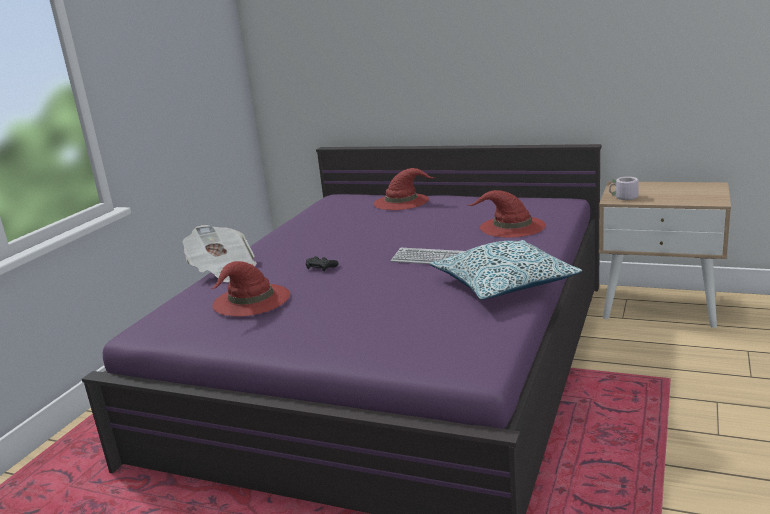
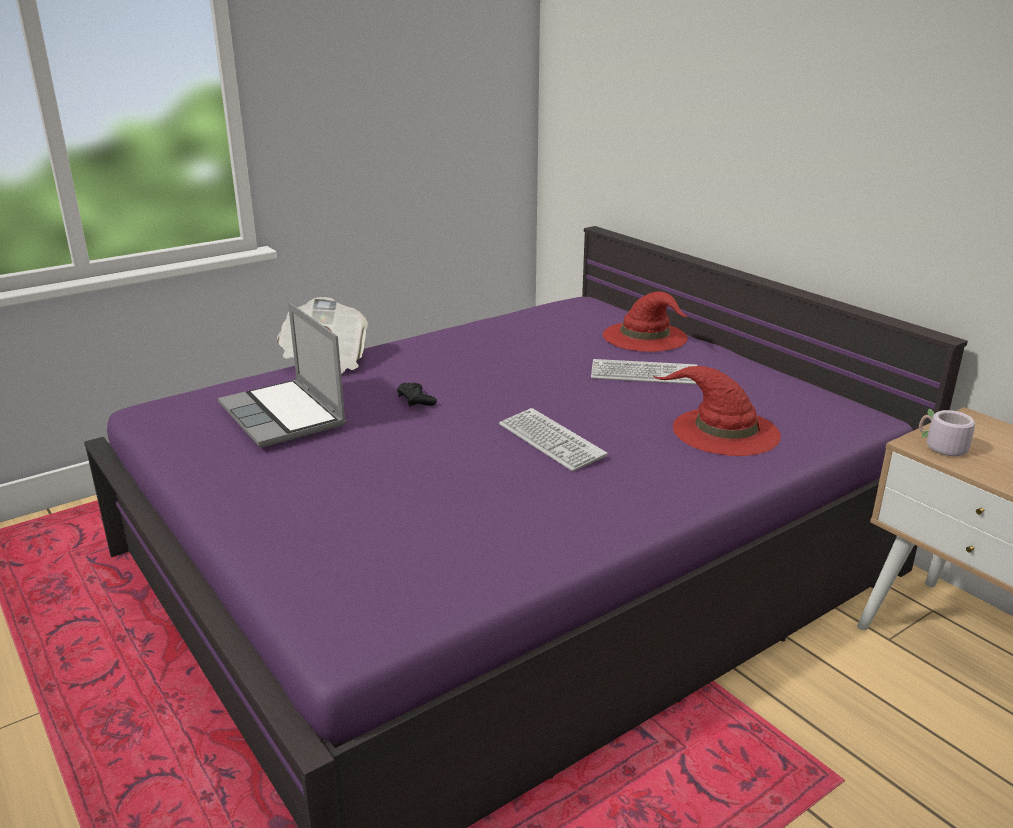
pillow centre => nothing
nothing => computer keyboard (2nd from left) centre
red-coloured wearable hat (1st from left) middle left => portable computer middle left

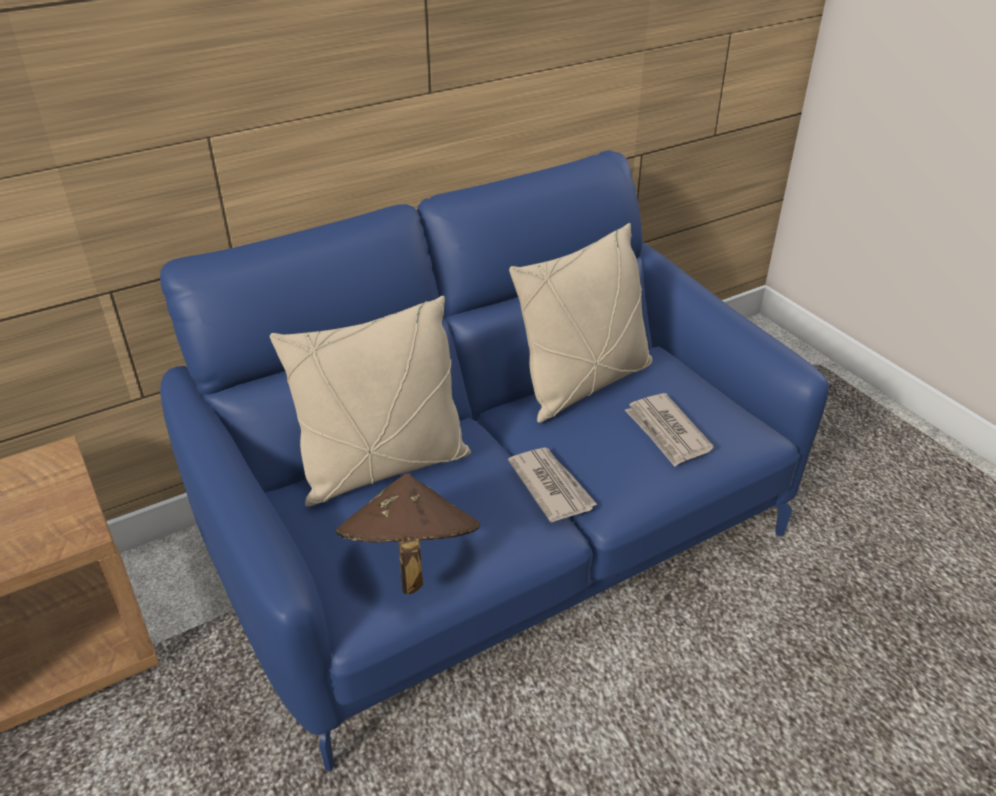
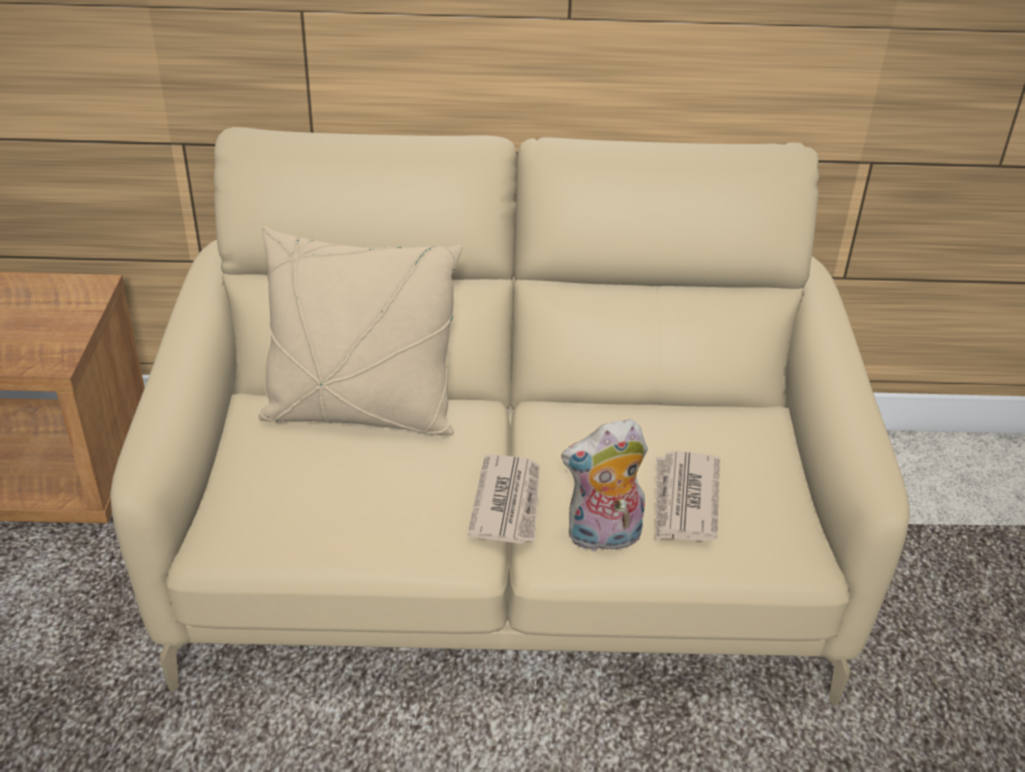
brown-coloured wearable hat bottom centre => nothing
beige-coloured pillow (2nd from left) centre => nothing
nothing => soft toy centre
blue-coloured couch centre => beige-coloured couch centre

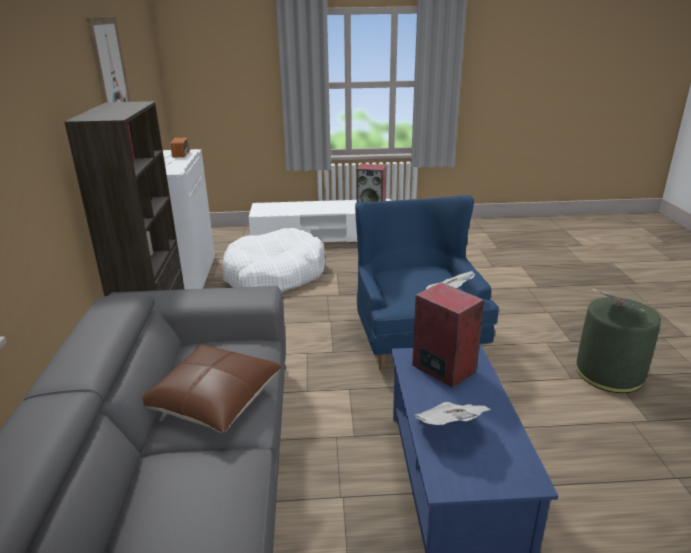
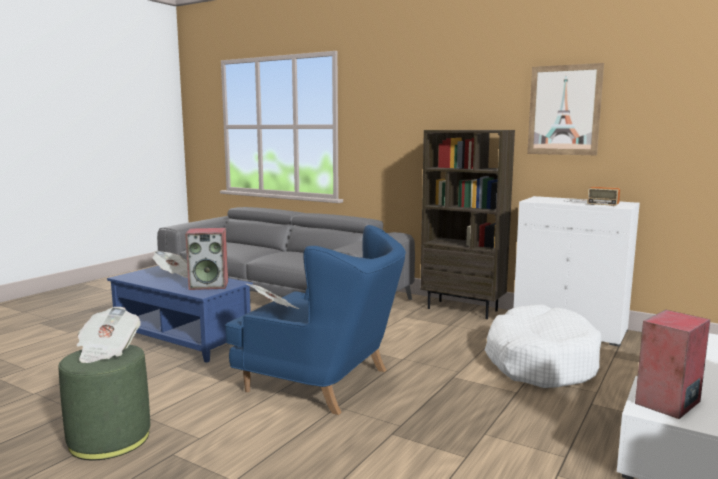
brown-coloured pillow bottom left => nothing

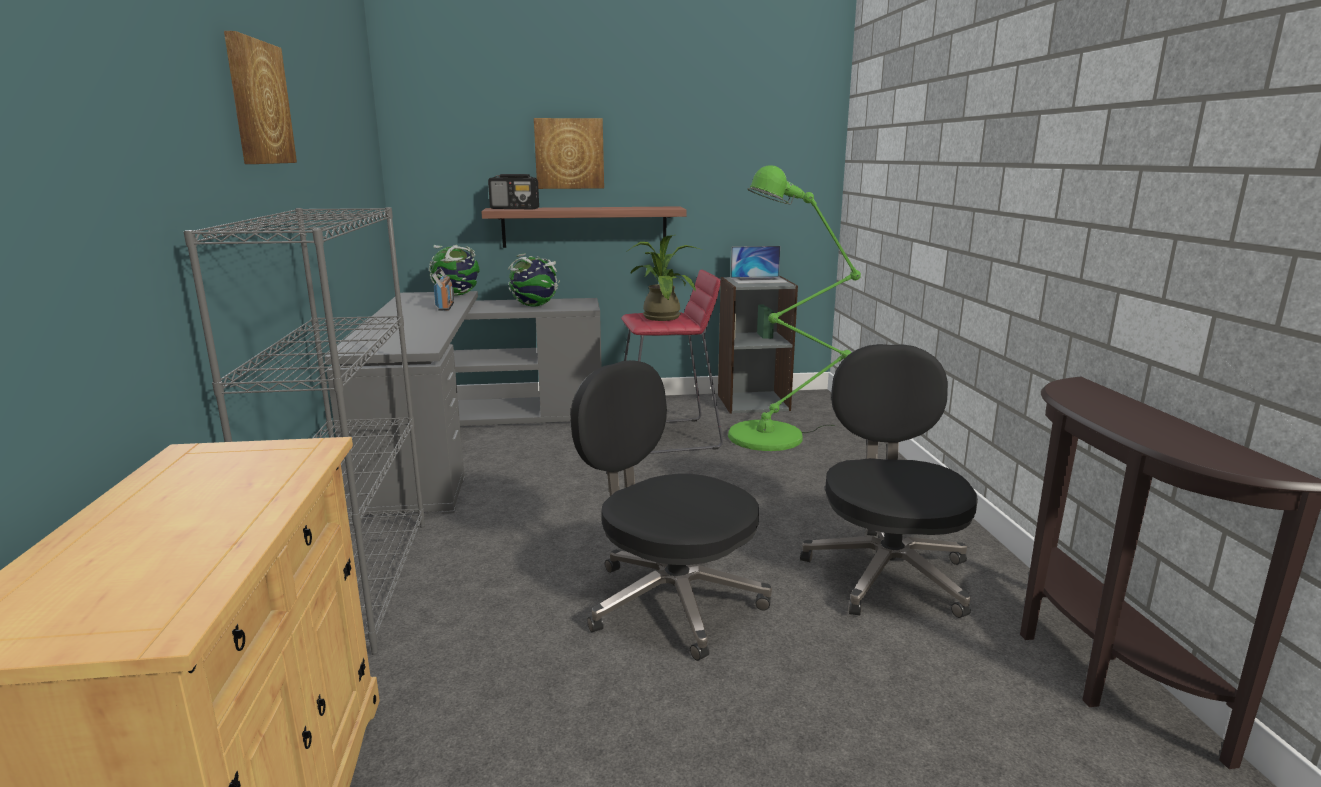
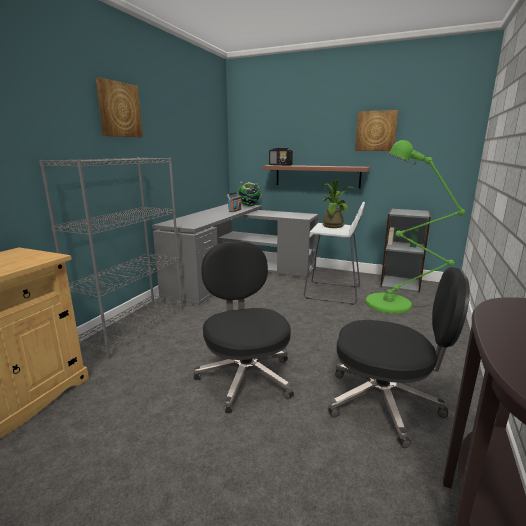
desk globe (2nd from left) centre => nothing
portable computer centre => nothing
wall art (2nd from left) top centre => wall art (2nd from left) top right, moved
red-coloured stool seat centre => white-coloured stool seat centre
black-coloured desk chair (2nd from left) middle right => black-coloured desk chair (2nd from left) bottom right, 75 degrees clockwise

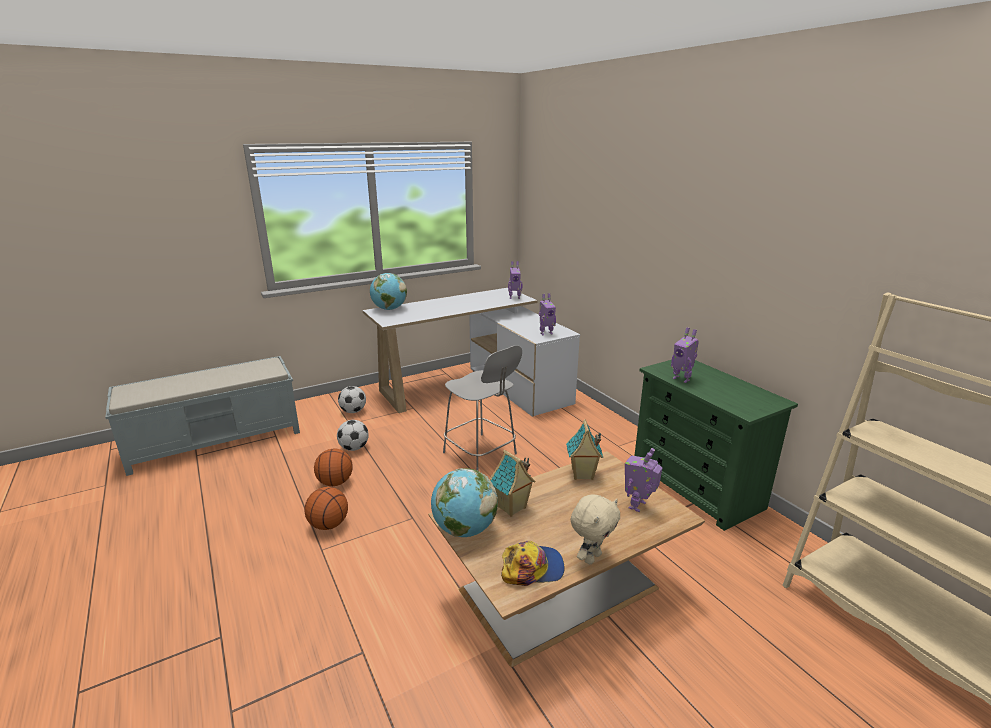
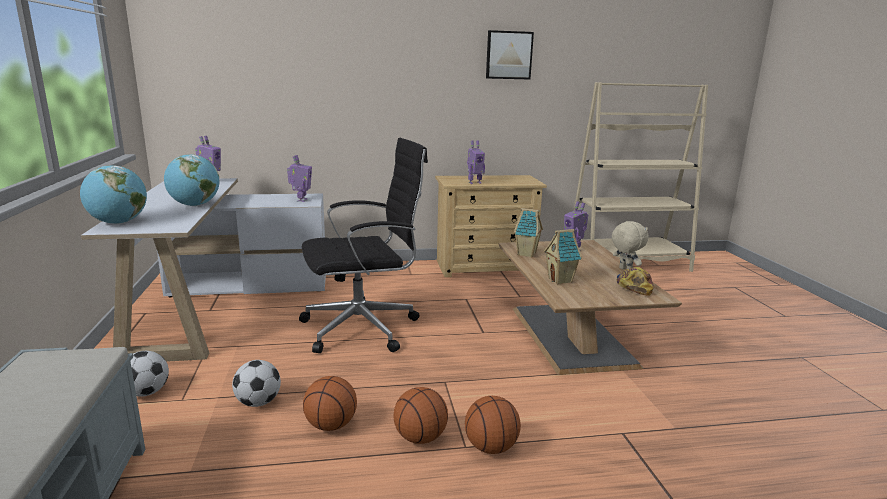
nothing => ball for basketball (3rd from left) bottom centre
nothing => wall art top centre
desk globe (2nd from left) bottom centre => desk globe (2nd from left) middle left, moved
gray stool seat centre => black-coloured desk chair centre
green dresser middle right => beige-coloured dresser centre

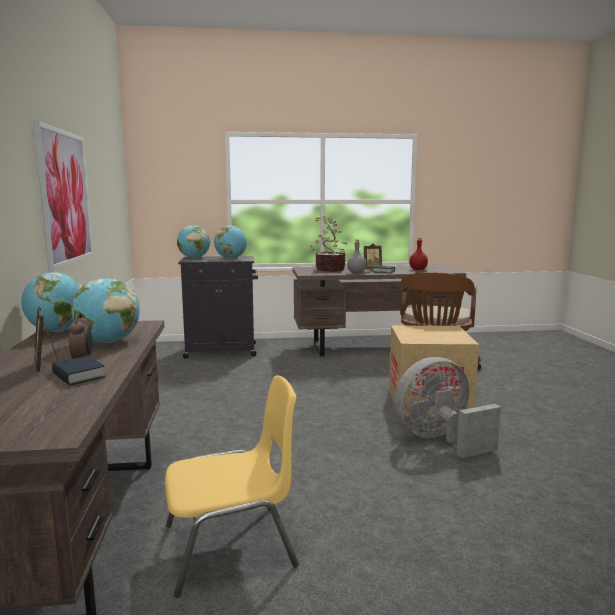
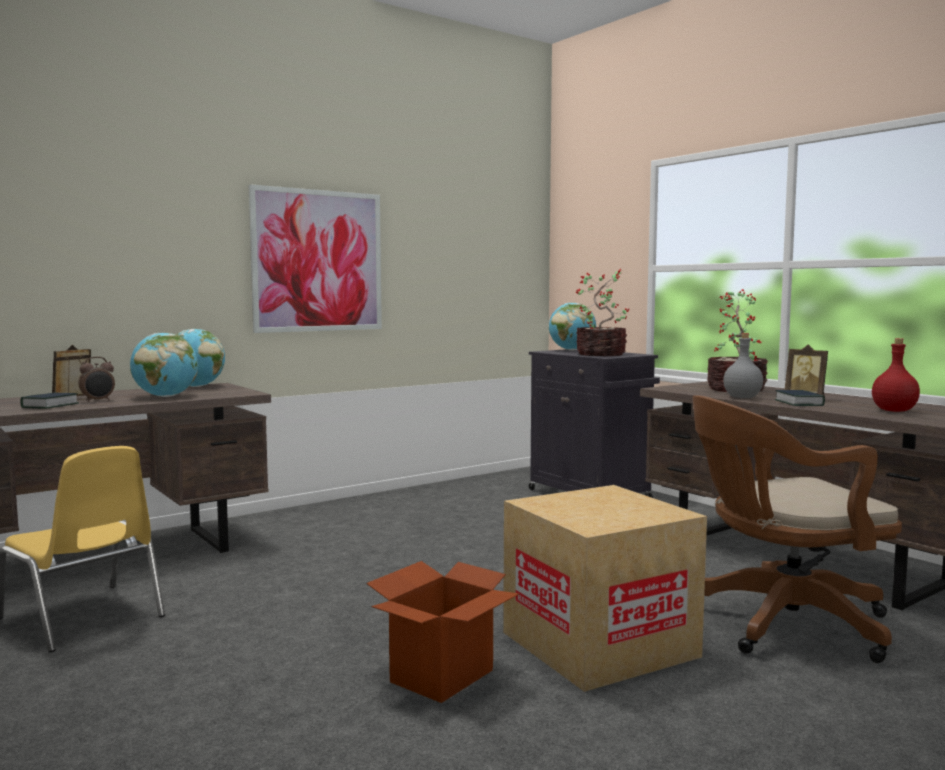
desk globe (4th from left) centre => plant in a pot (1st from left) centre
gray fan middle right => carton (1st from left) bottom centre

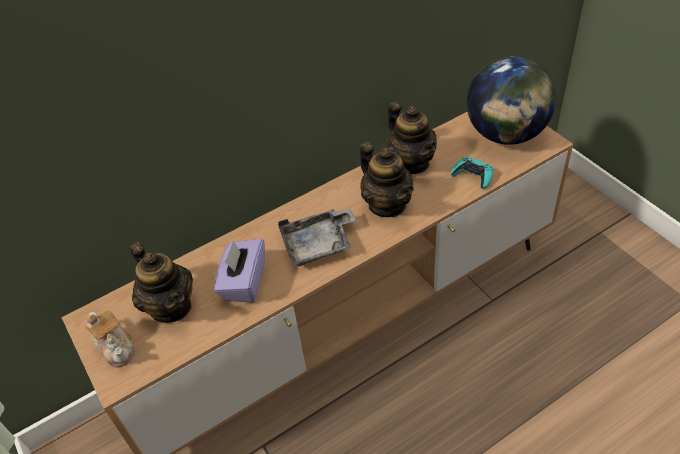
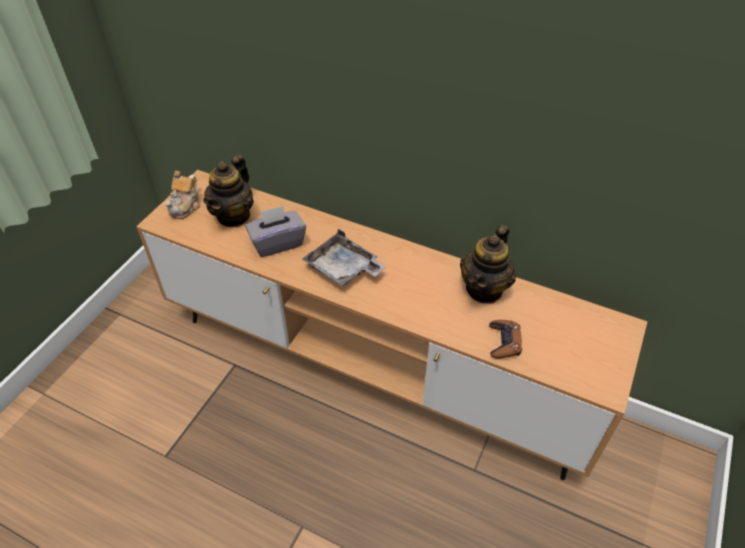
pot for tea (3rd from left) centre => nothing
desk globe top right => nothing
purple tissue box centre => gray tissue box centre
turquoise-coloured game controller middle right => brown-coloured game controller middle right

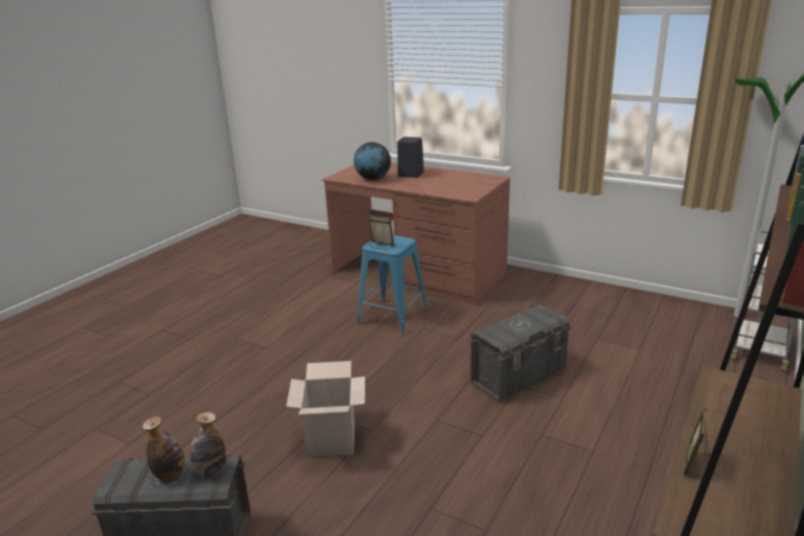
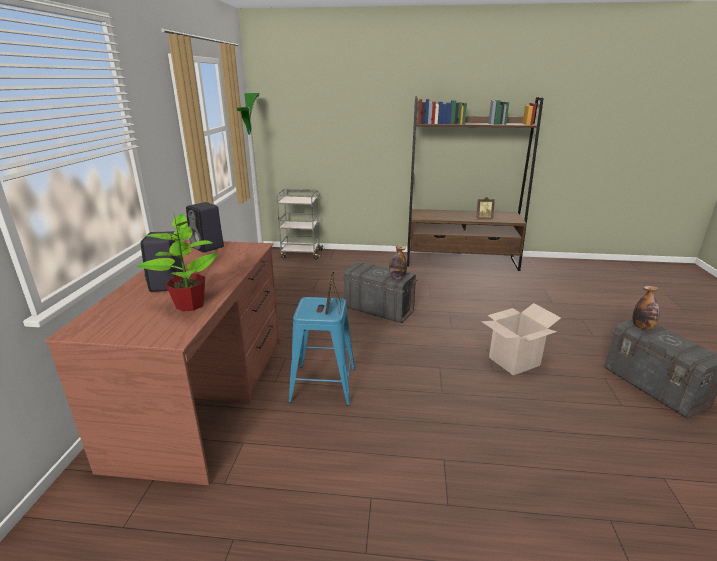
nothing => black-coloured speaker (2nd from left) middle left
beverage bottle (1st from left) bottom left => beverage bottle (1st from left) centre, moved
desk globe top centre => plant in a pot middle left

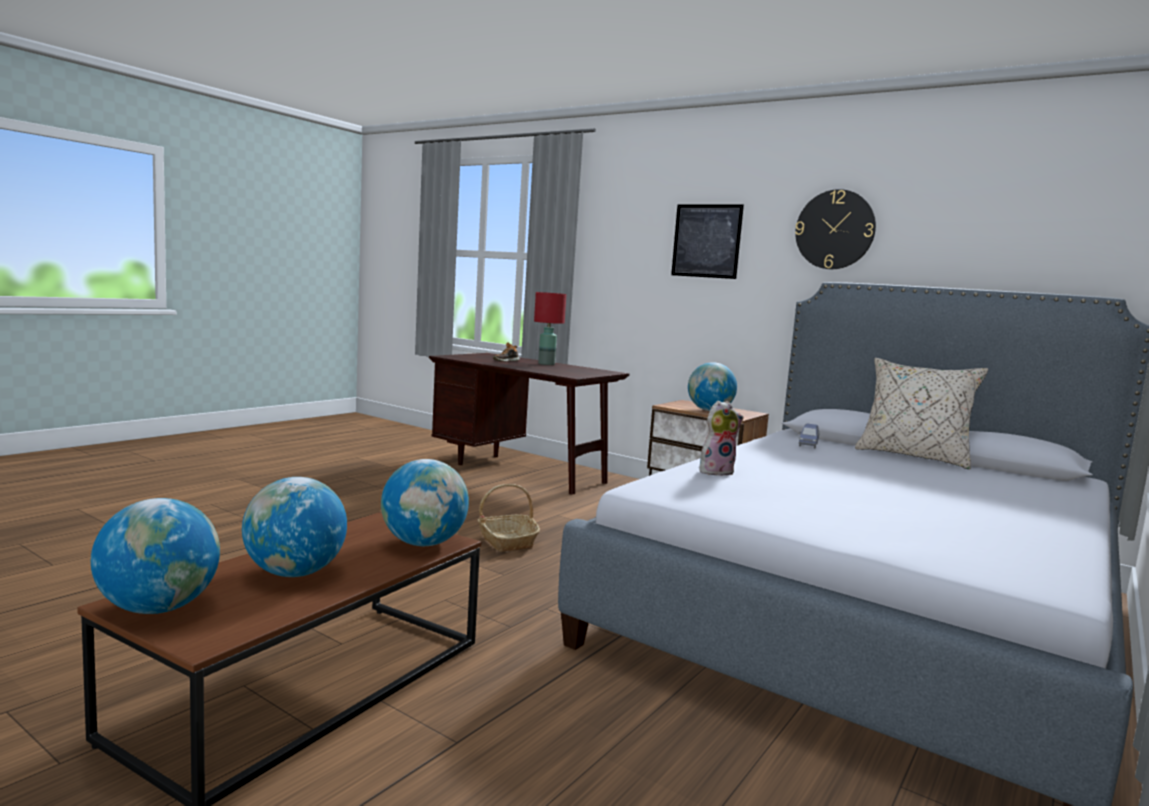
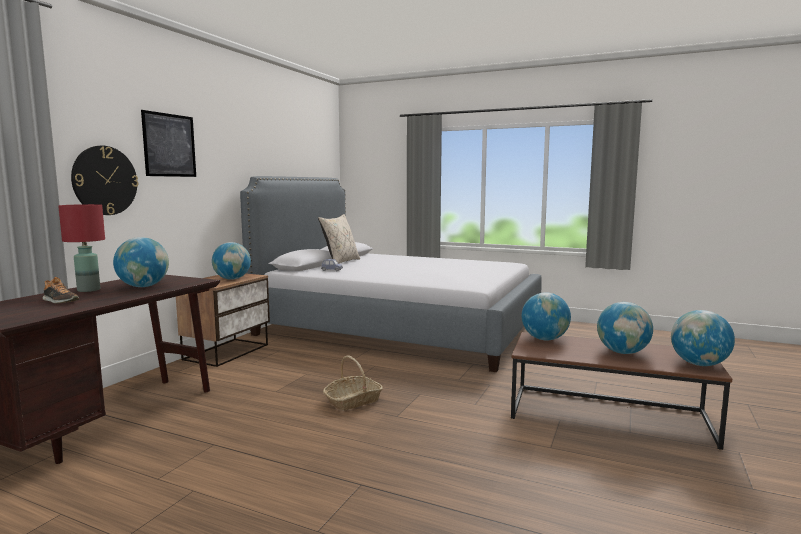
soft toy centre => nothing
nothing => desk globe (1st from left) middle left
hanging clock top right => hanging clock middle left, moved

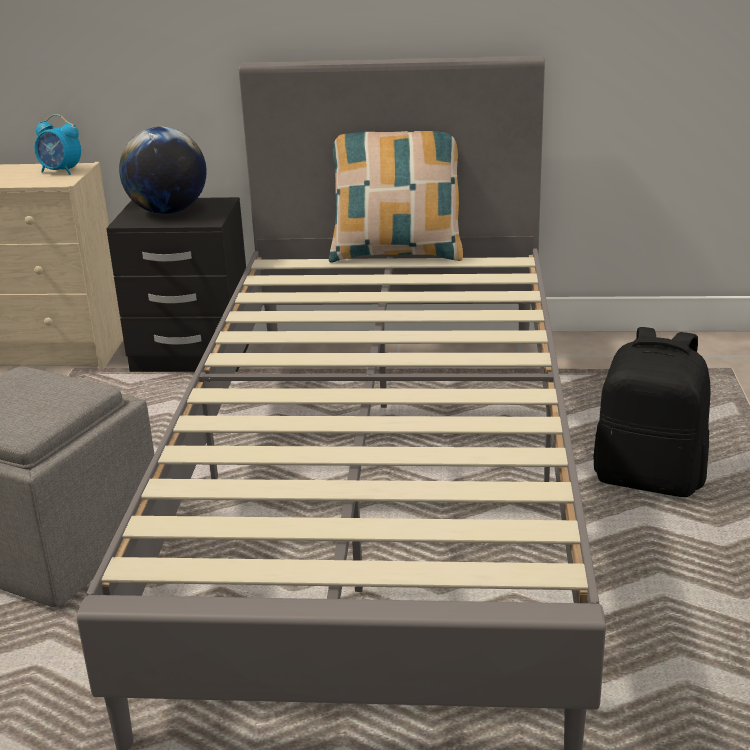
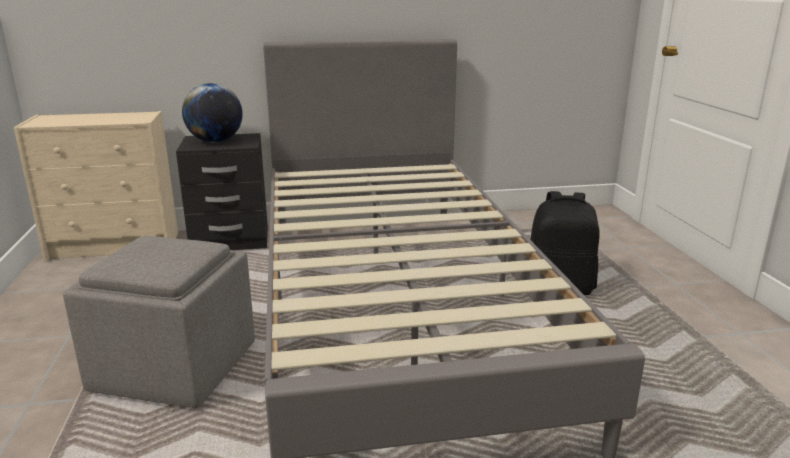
table clock top left => nothing
pillow top centre => nothing

